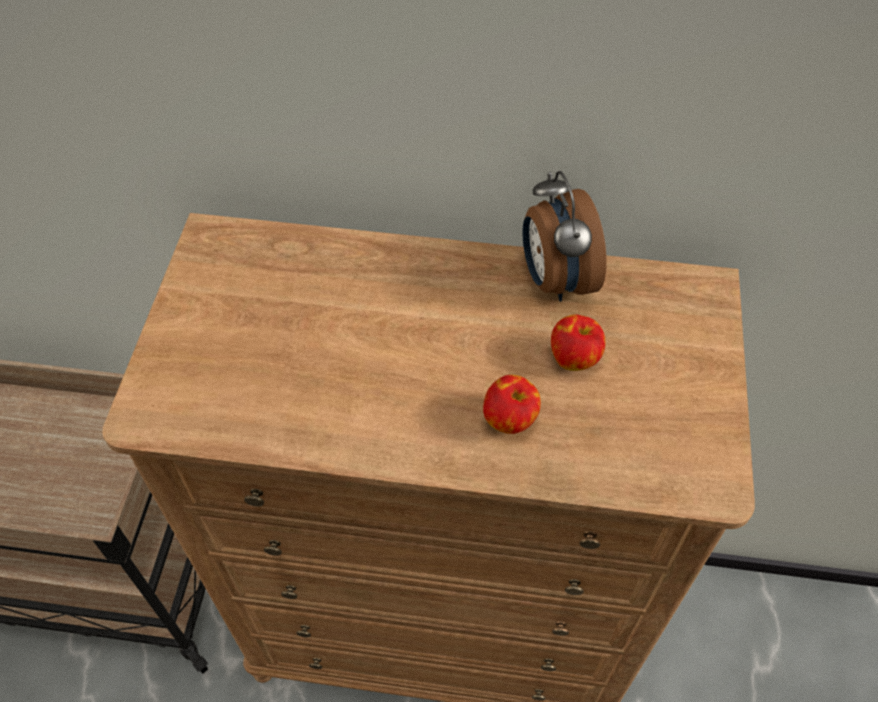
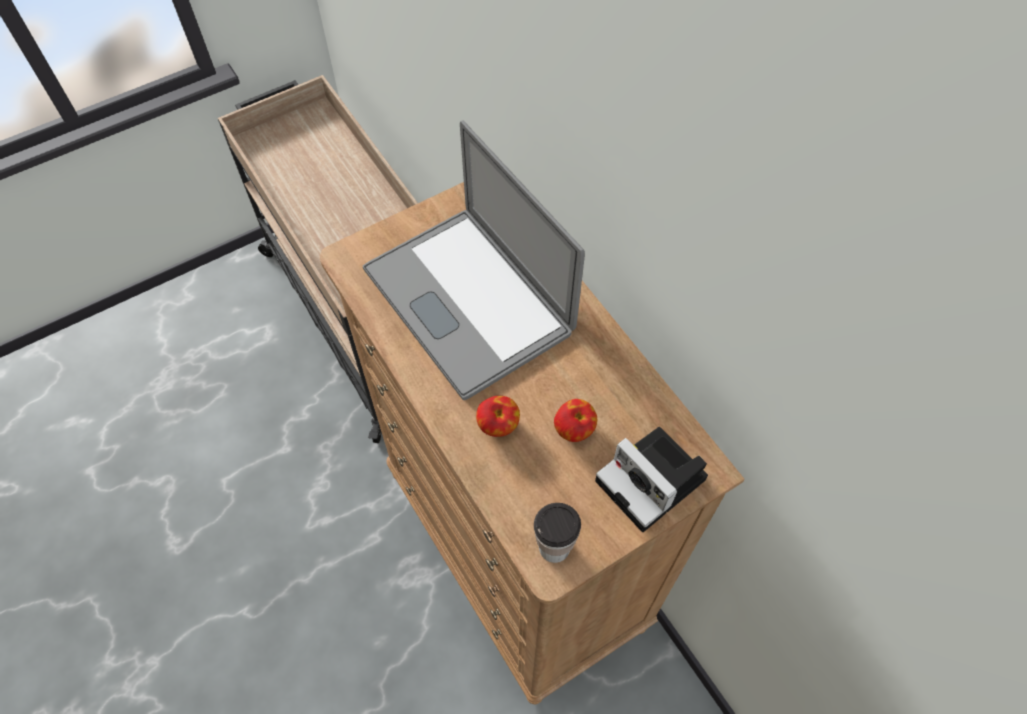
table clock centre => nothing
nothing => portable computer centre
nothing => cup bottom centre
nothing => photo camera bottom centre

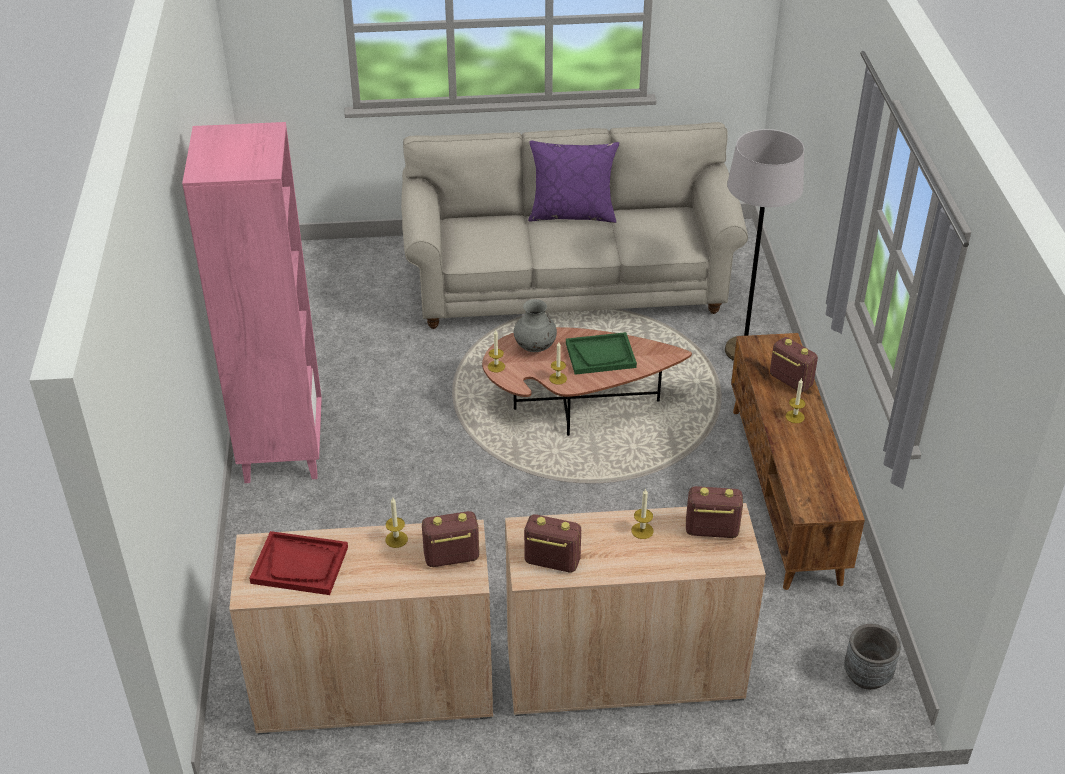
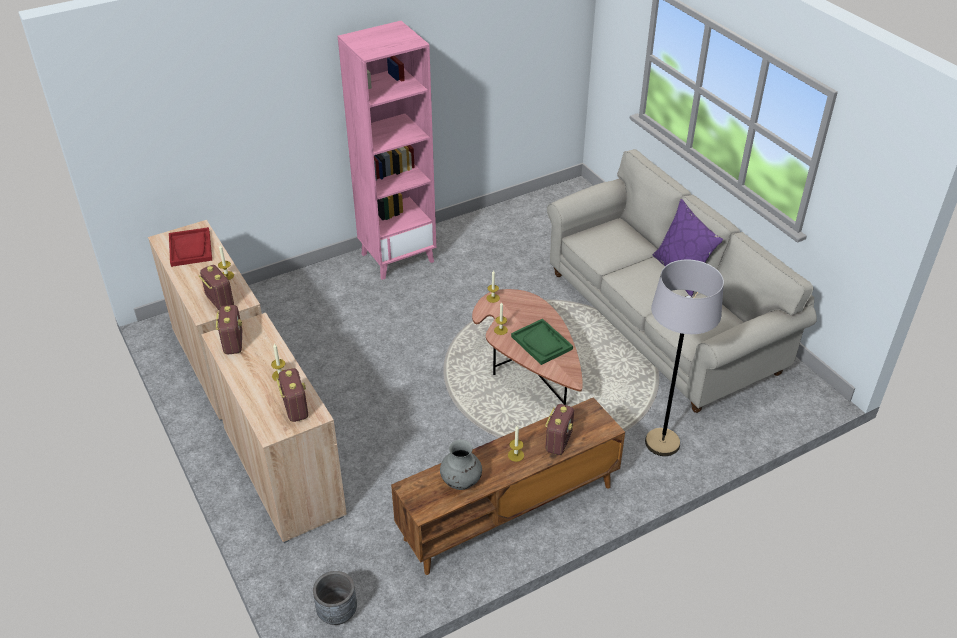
gray flower vase centre => gray flower vase bottom centre, moved

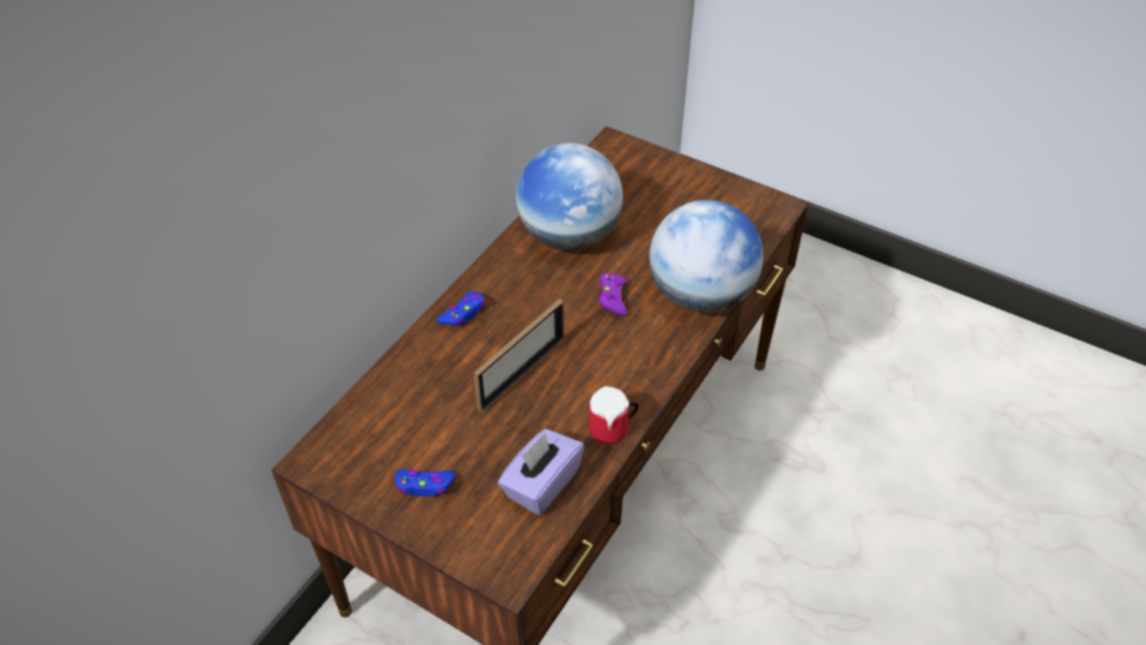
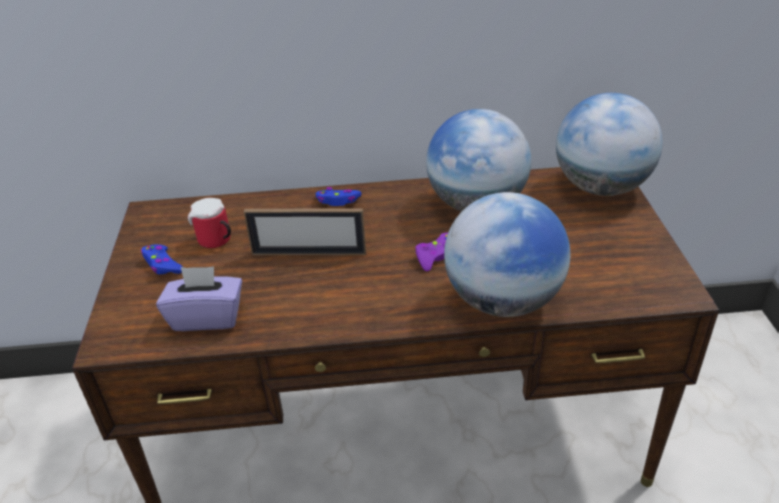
nothing => desk globe (3rd from left) top right
mug centre => mug middle left, moved

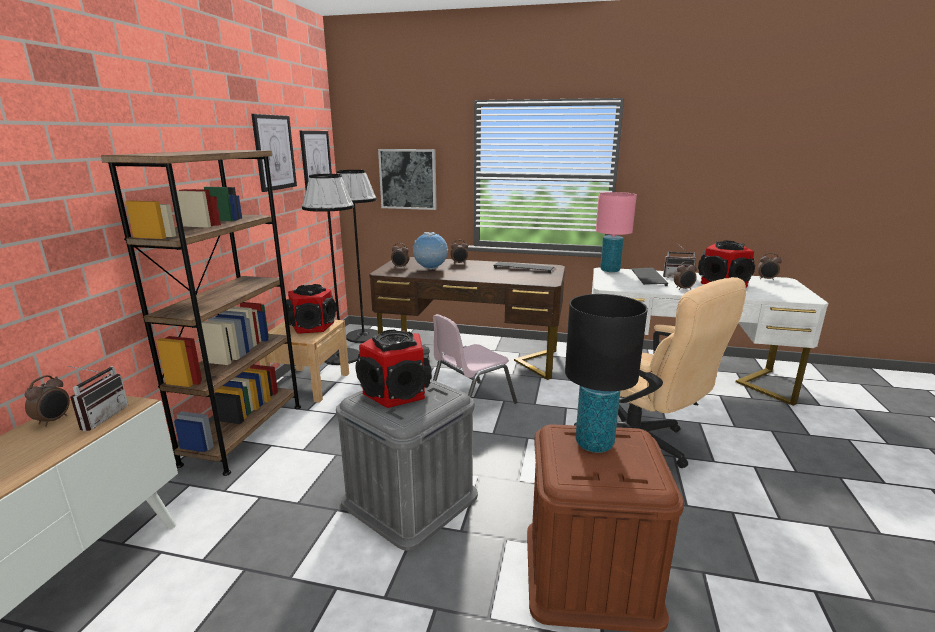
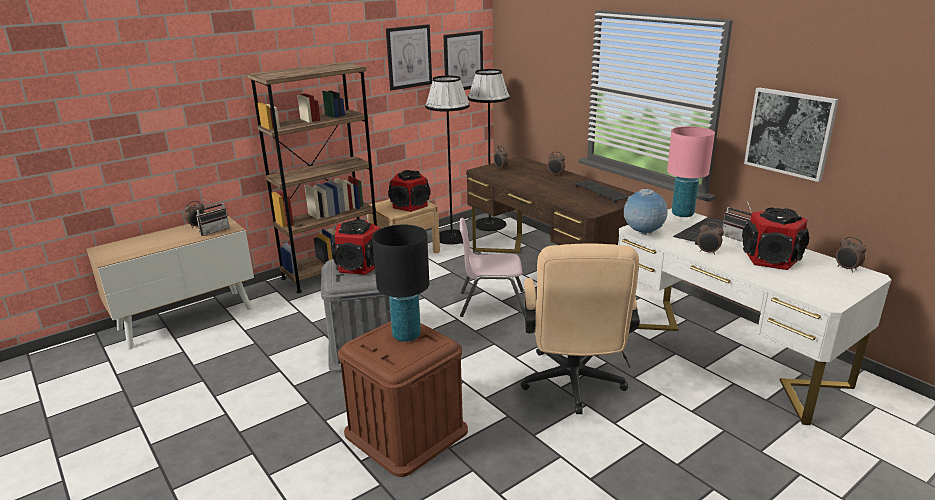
wall art (3rd from left) top centre => wall art (3rd from left) top right, moved
desk globe centre => desk globe middle right, moved

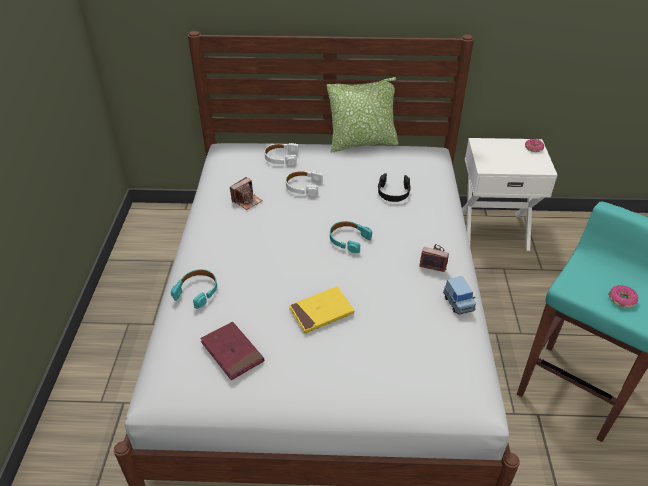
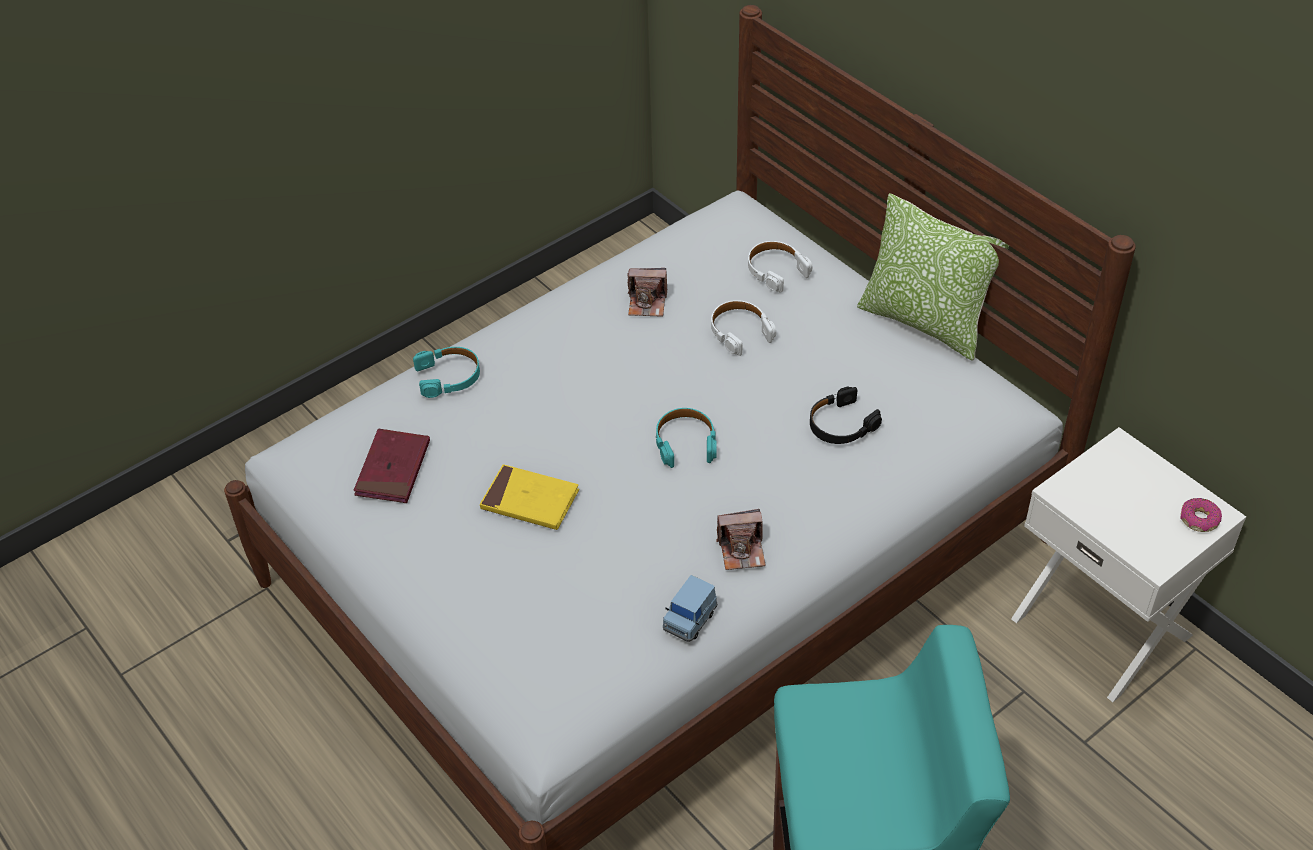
ring doughnut (2nd from left) middle right => nothing
photo camera (2nd from left) middle right => photo camera (2nd from left) centre, 105 degrees clockwise

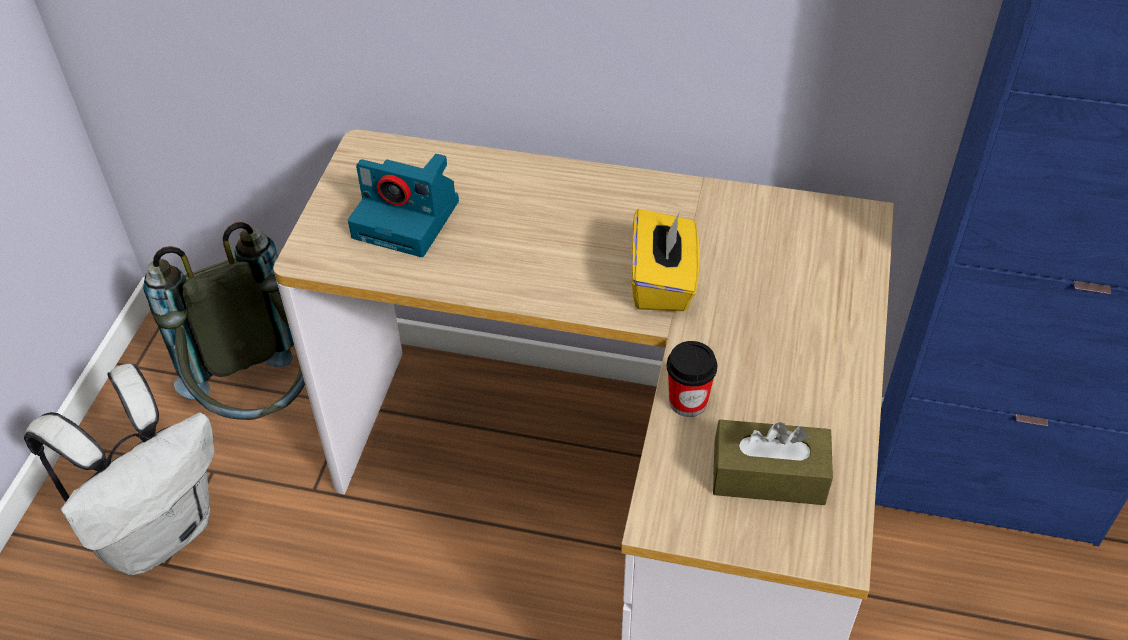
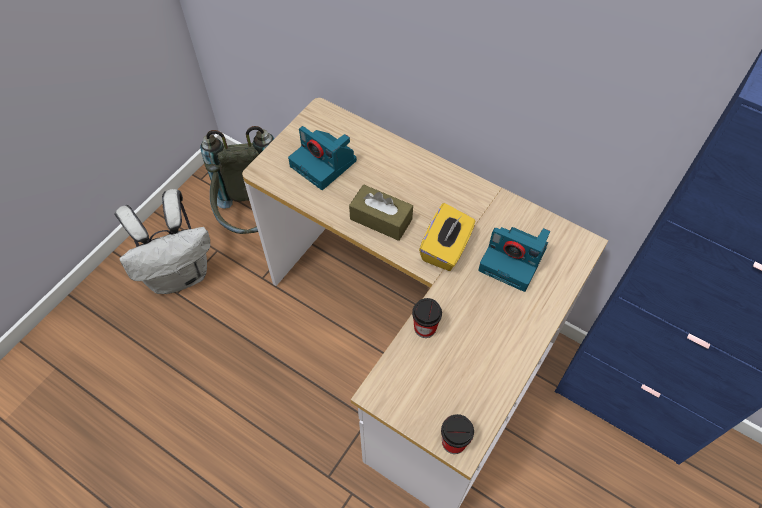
nothing => cup (2nd from left) bottom centre
nothing => photo camera (2nd from left) middle right
brown-coloured tissue box bottom right => brown-coloured tissue box centre, moved

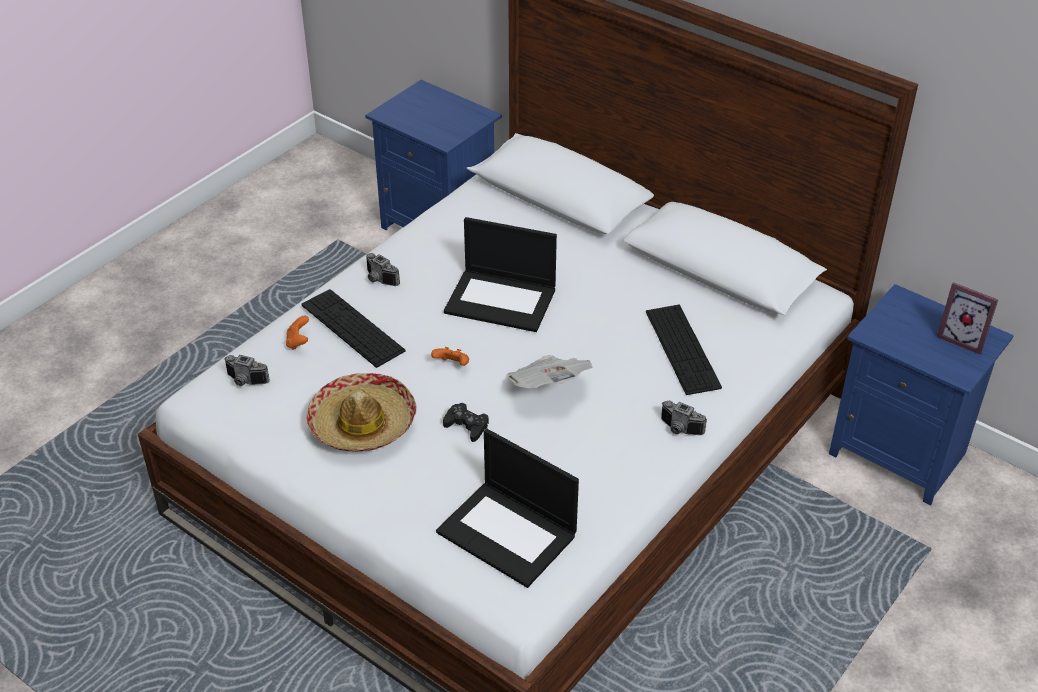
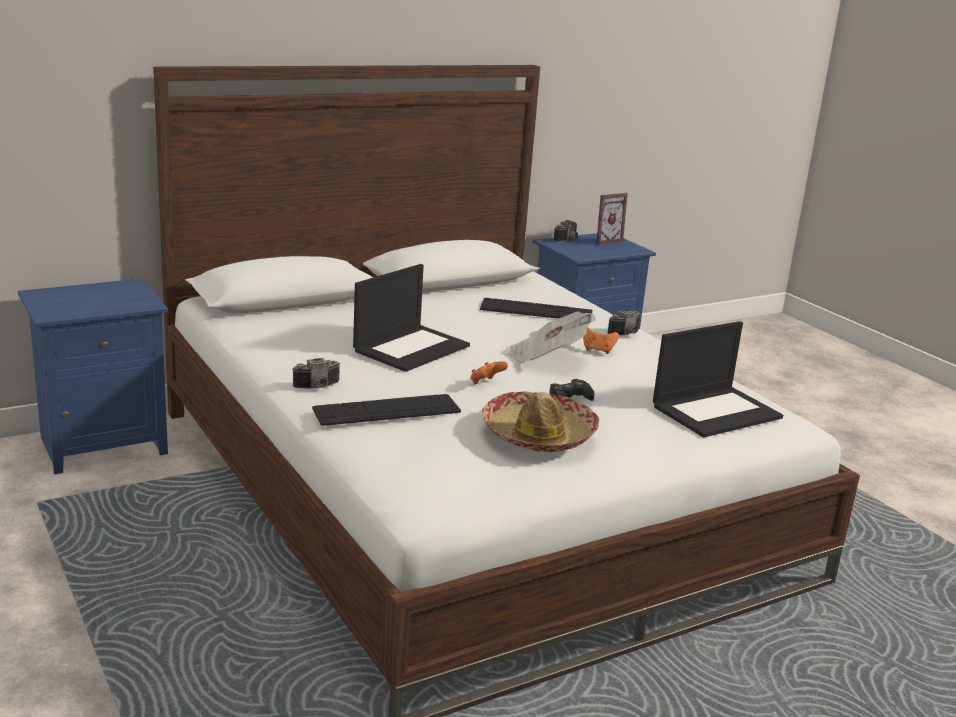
photo camera (1st from left in the first image) middle left => photo camera (2nd from left) top centre, moved
orange game controller (1st from left in the first image) middle left => orange game controller (2nd from left) centre, moved

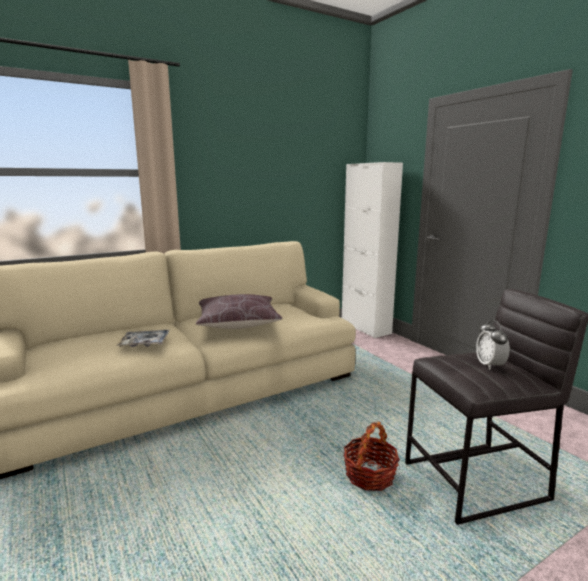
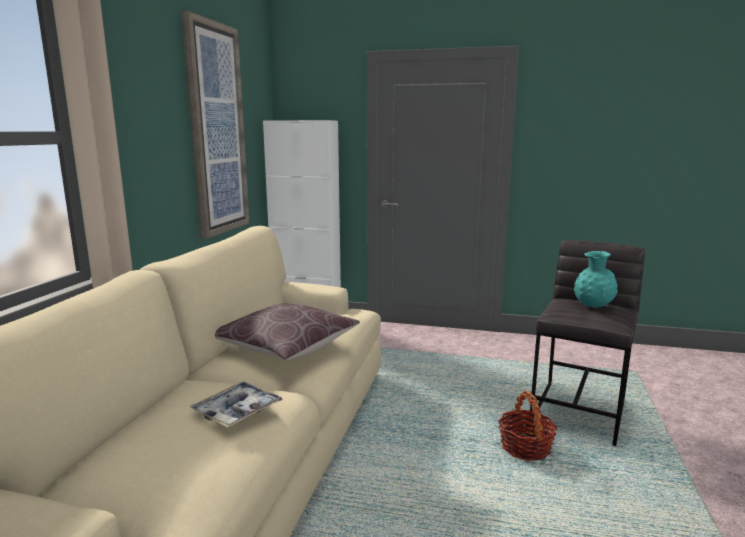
nothing => wall art top left
table clock middle right => turquoise-coloured flower vase middle right

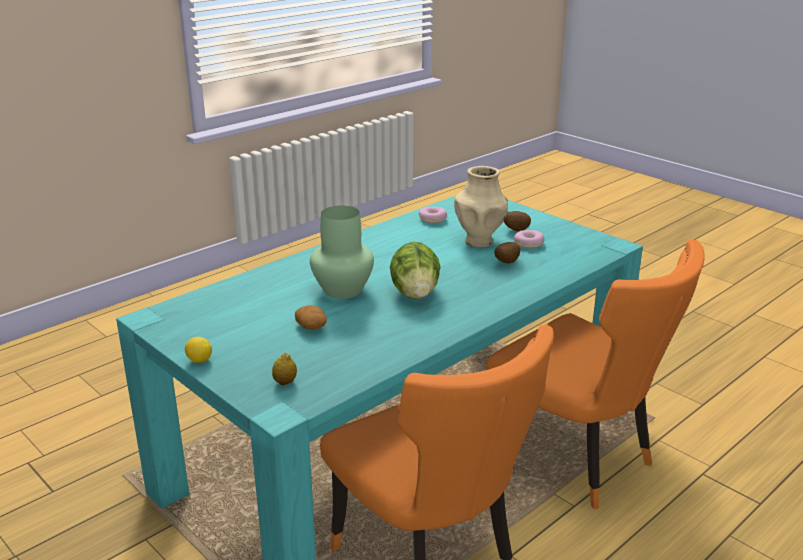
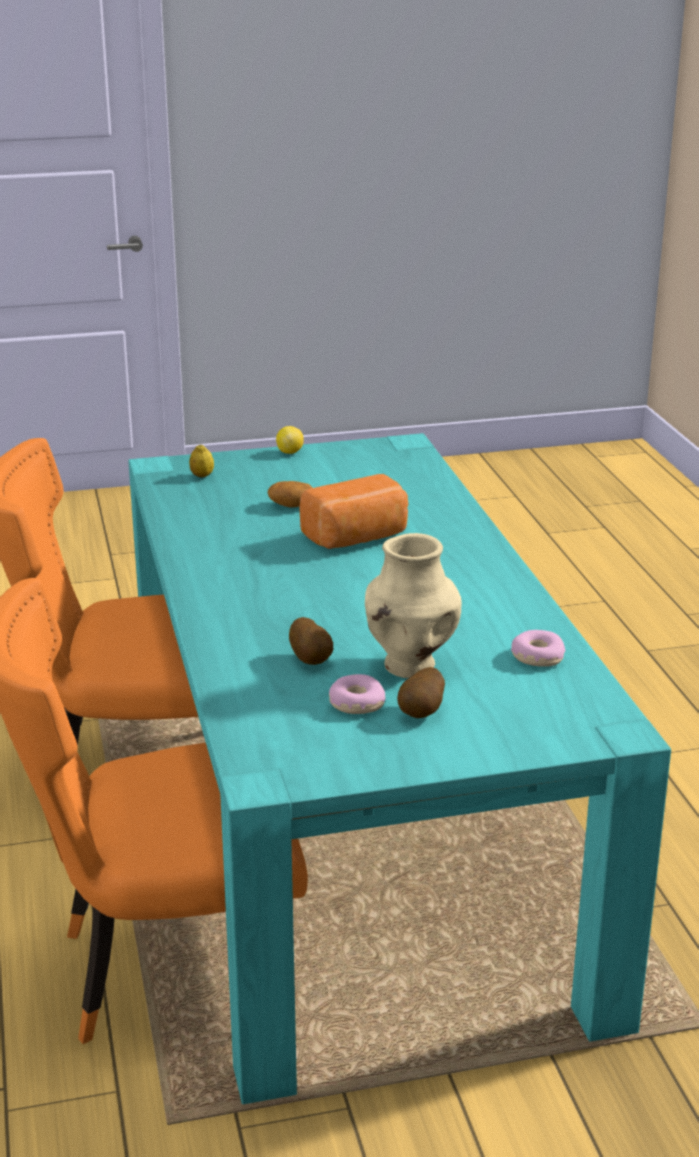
lettuce head centre => nothing
green flower vase centre => bread centre

